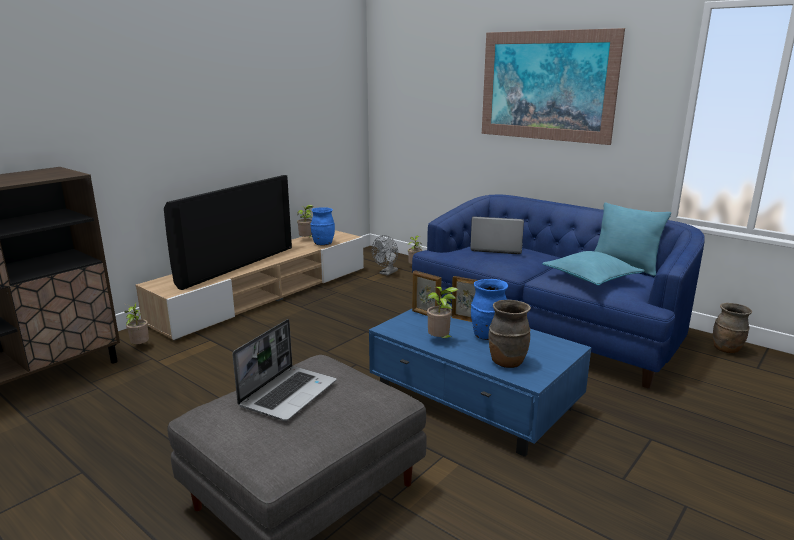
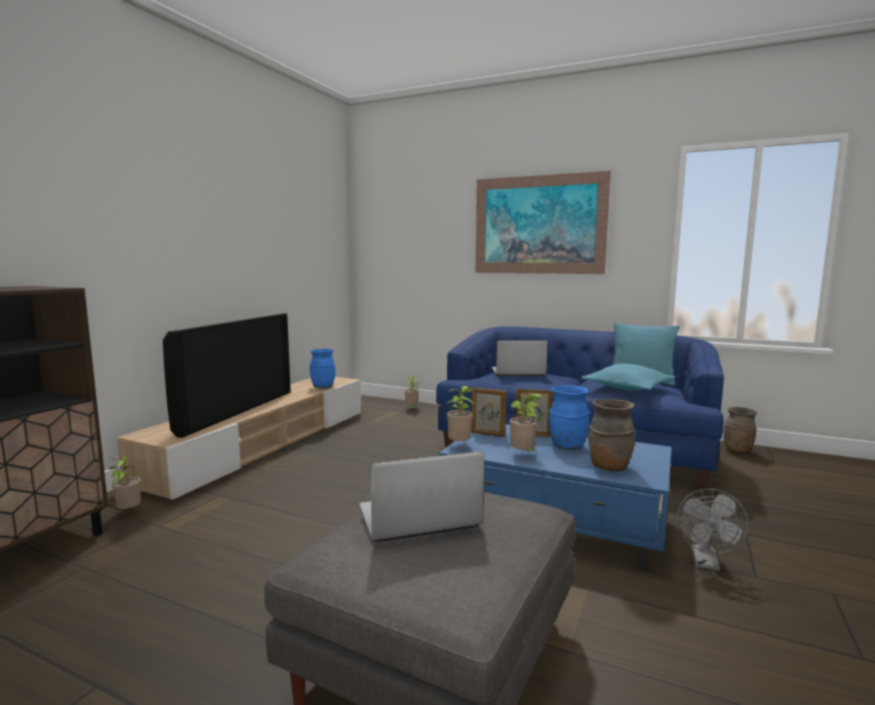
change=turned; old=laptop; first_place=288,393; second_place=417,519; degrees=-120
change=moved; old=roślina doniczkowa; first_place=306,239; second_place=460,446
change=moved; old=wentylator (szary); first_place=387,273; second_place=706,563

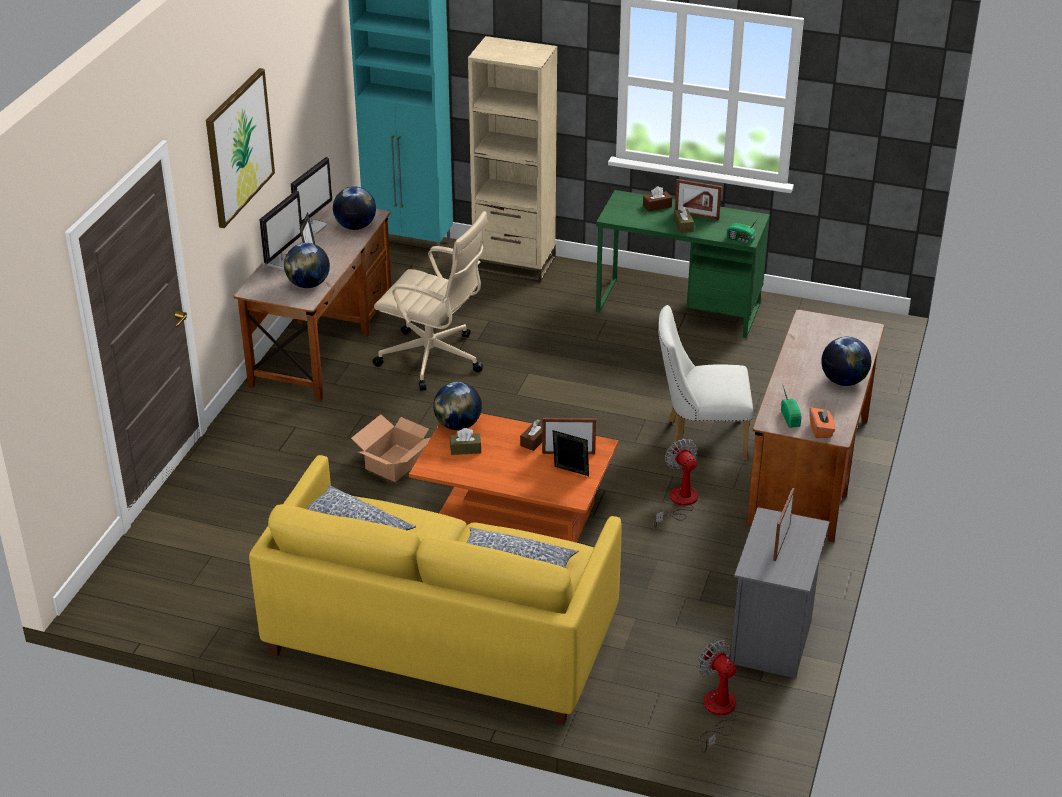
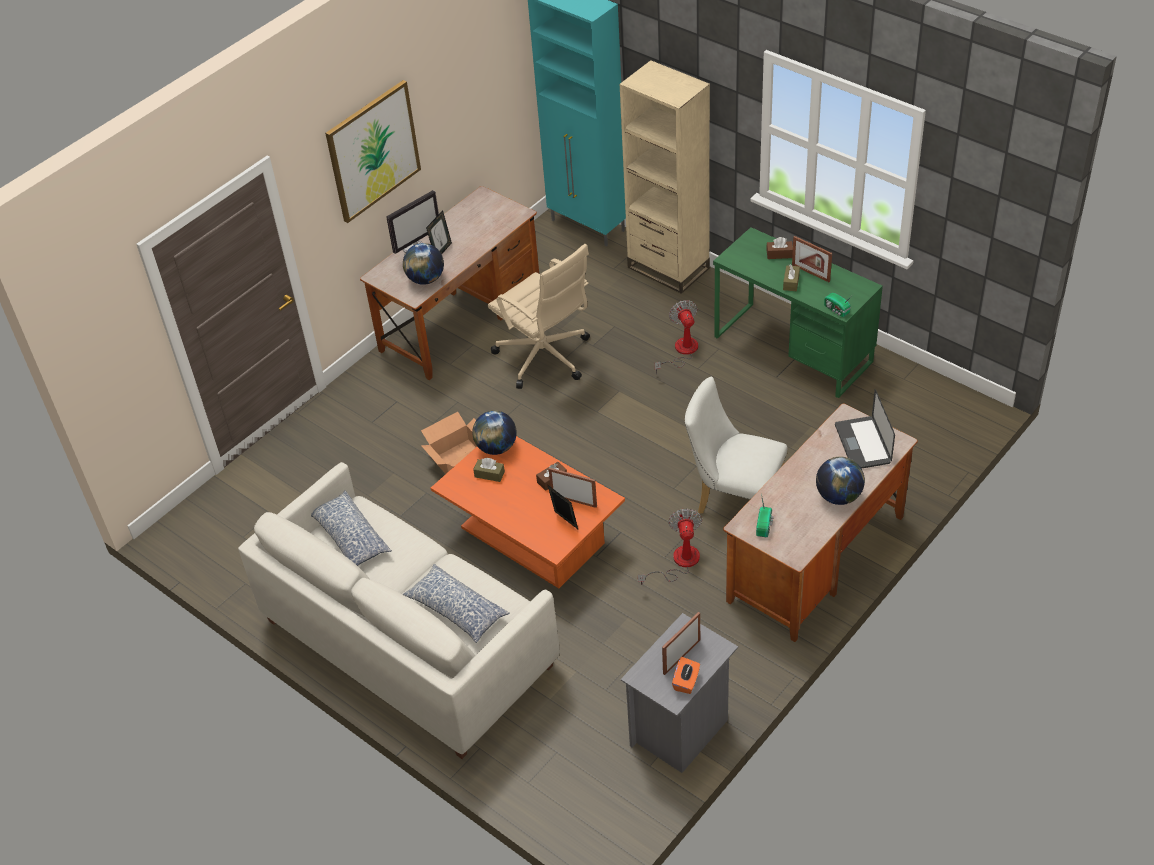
change=recoloured; old=kanapa (żółty); new=kanapa (biały); first_place=442,637; second_place=409,644
change=moved; old=wentylator; first_place=717,712; second_place=681,352
change=moved; old=pudełko chusteczek (pomarańczowy); first_place=821,430; second_place=686,682
change=added; new=laptop; second_place=862,444
change=removed; old=monitor; first_place=312,226
change=removed; old=globus; first_place=355,227

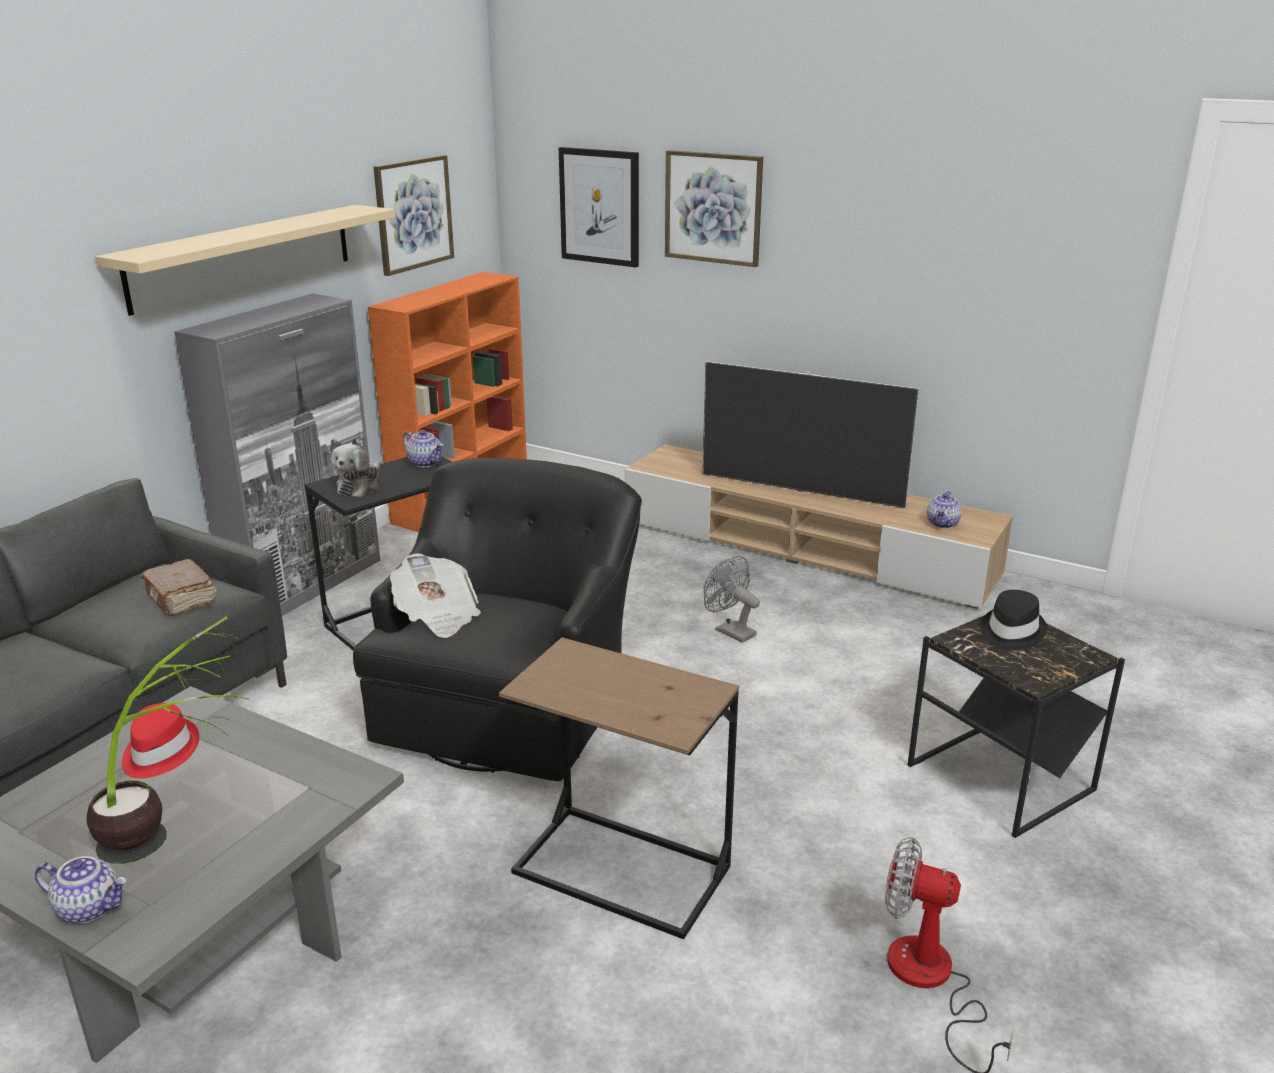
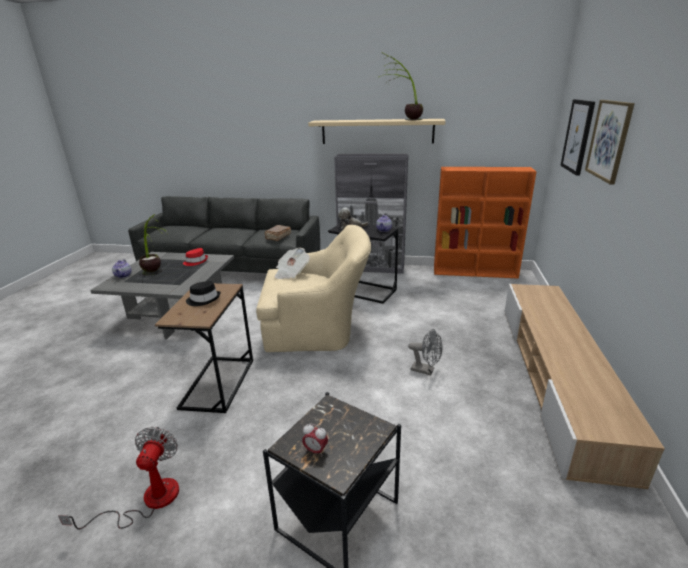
change=moved; old=kapelusz (czarny); first_place=1010,631; second_place=204,299
change=recoloured; old=fotel (czarny); new=fotel (beżowy); first_place=510,705; second_place=318,329
change=added; new=budzik; second_place=315,451
change=added; new=roślina doniczkowa; second_place=402,120
change=turned; old=wentylator (szary); first_place=730,631; second_place=426,370; degrees=90
change=removed; old=obraz; first_place=413,214
change=removed; old=telewizor; first_place=800,490
change=removed; old=imbryk; first_place=943,524

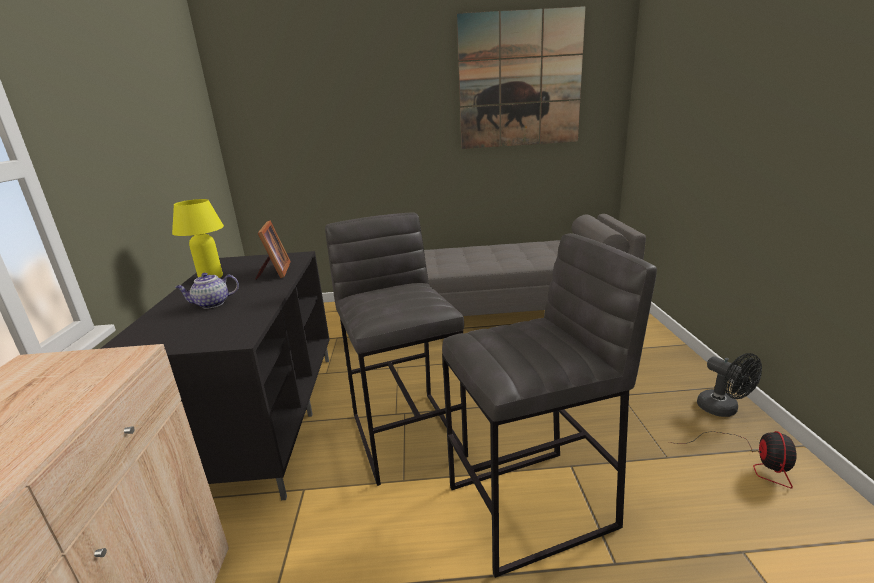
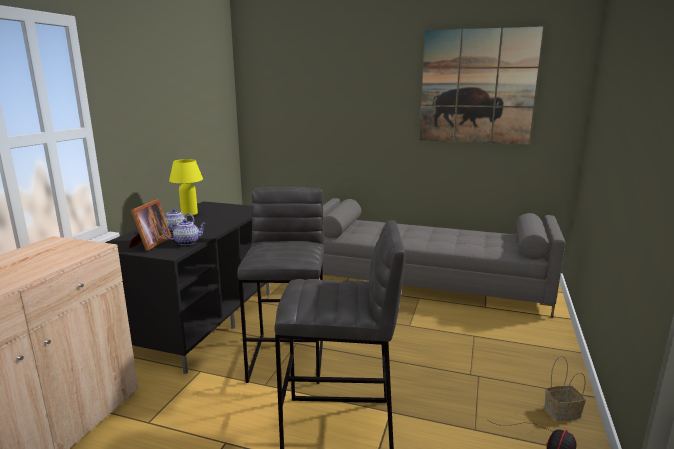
change=moved; old=ramka na zdjęcie; first_place=275,272; second_place=150,243
change=added; new=imbryk; second_place=187,242
change=replaced; old=wentylator (czarny); new=koszyk; first_place=723,410; second_place=562,411

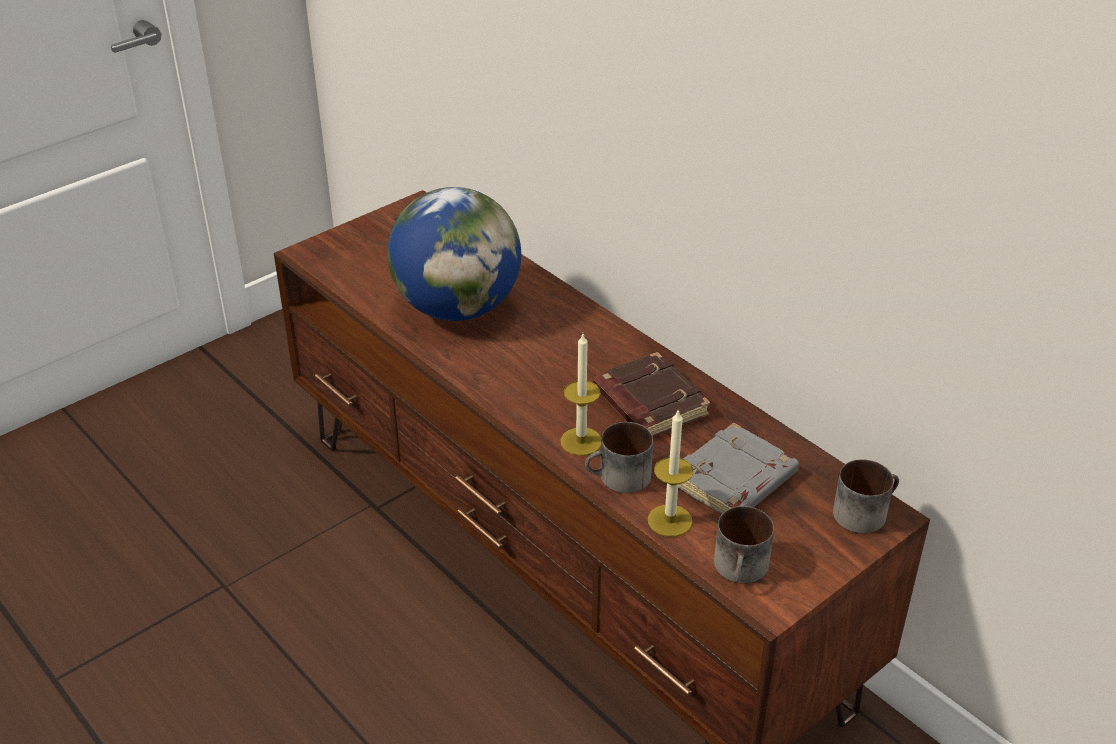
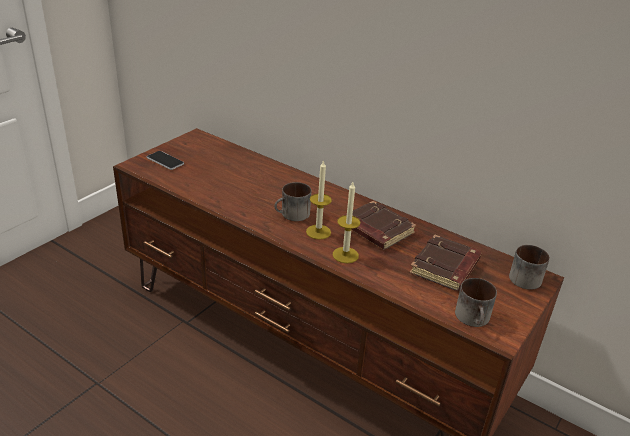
change=added; new=telefon; second_place=165,161
change=moved; old=kubek; first_place=619,479; second_place=292,215
change=moved; old=świeca; first_place=669,520; second_place=318,232
change=recoloured; old=książka (szary); new=książka (brązowy); first_place=734,481; second_place=445,268
change=removed; old=globus; first_place=457,308

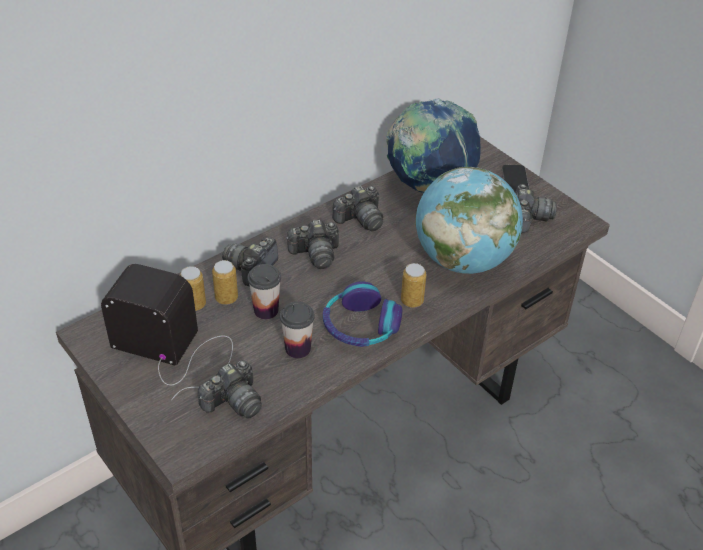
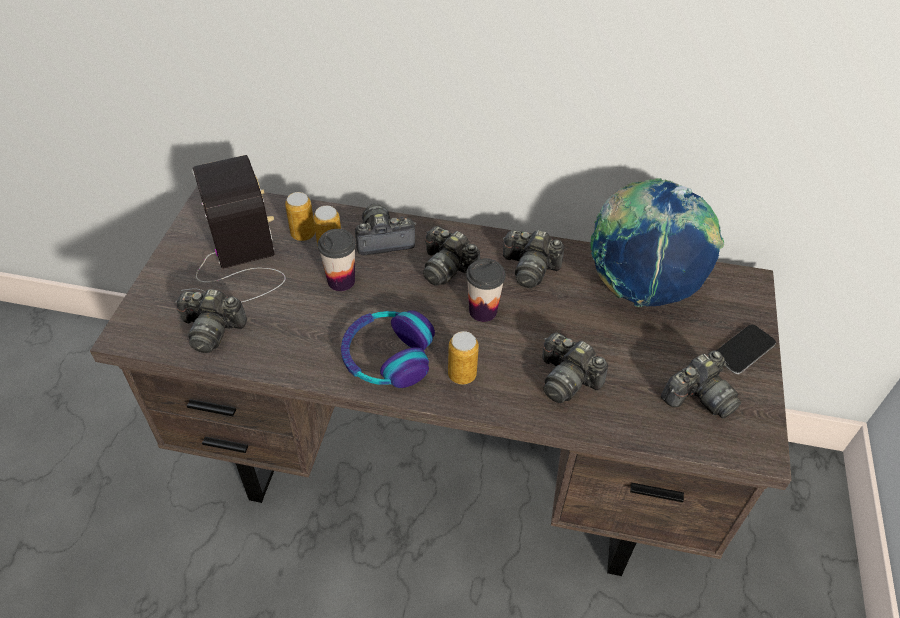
change=moved; old=filiżanka; first_place=298,349; second_place=483,311
change=replaced; old=globus; new=aparat fotograficzny; first_place=463,260; second_place=567,379

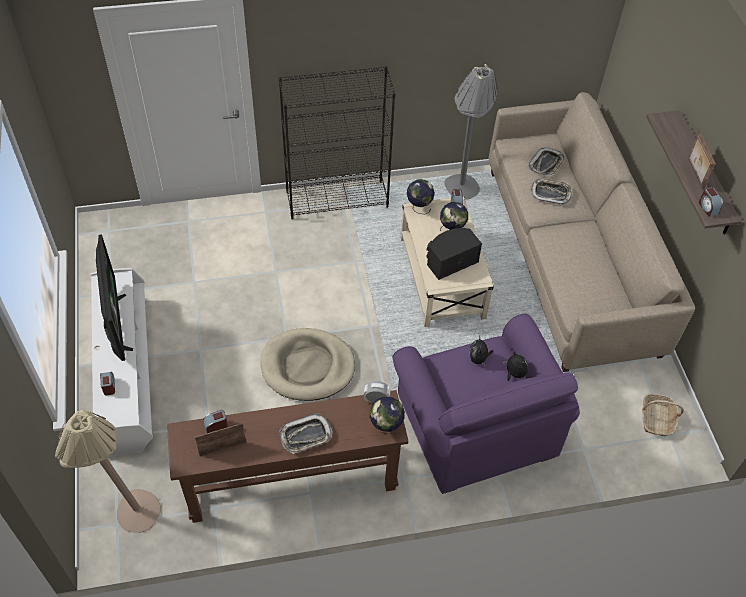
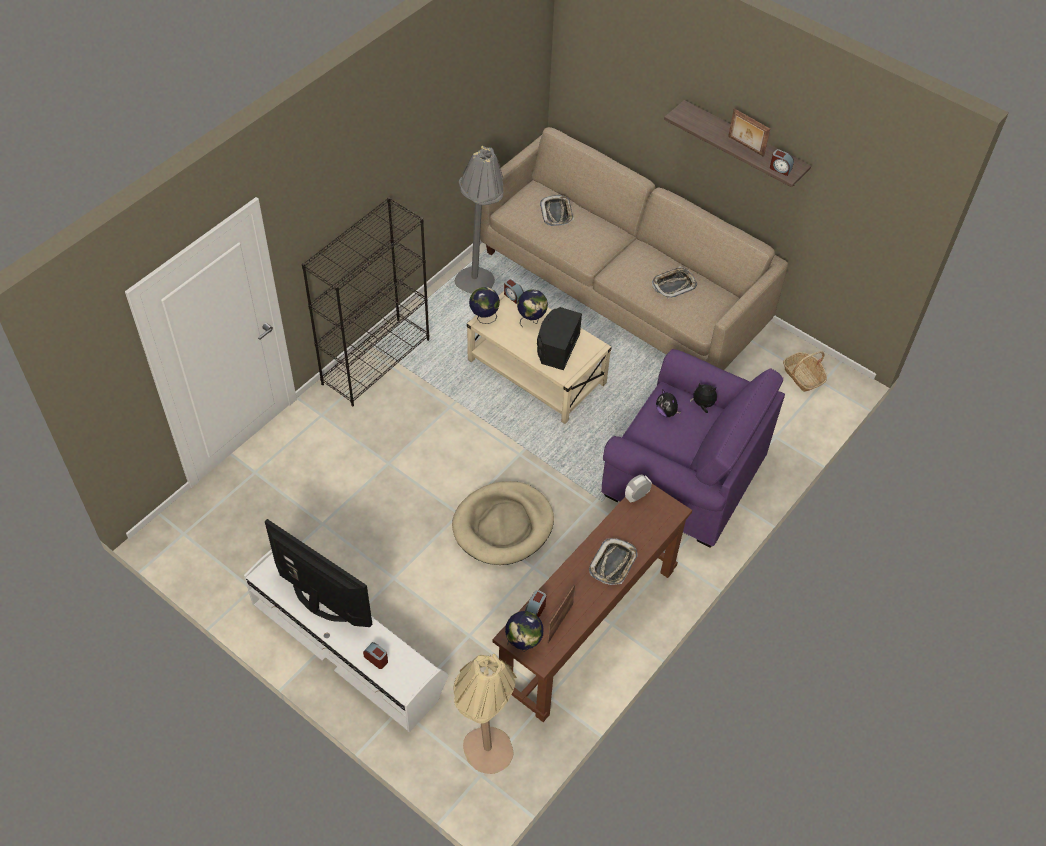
change=moved; old=globus; first_place=386,427; second_place=523,644
change=moved; old=taca; first_place=550,193; second_place=673,285

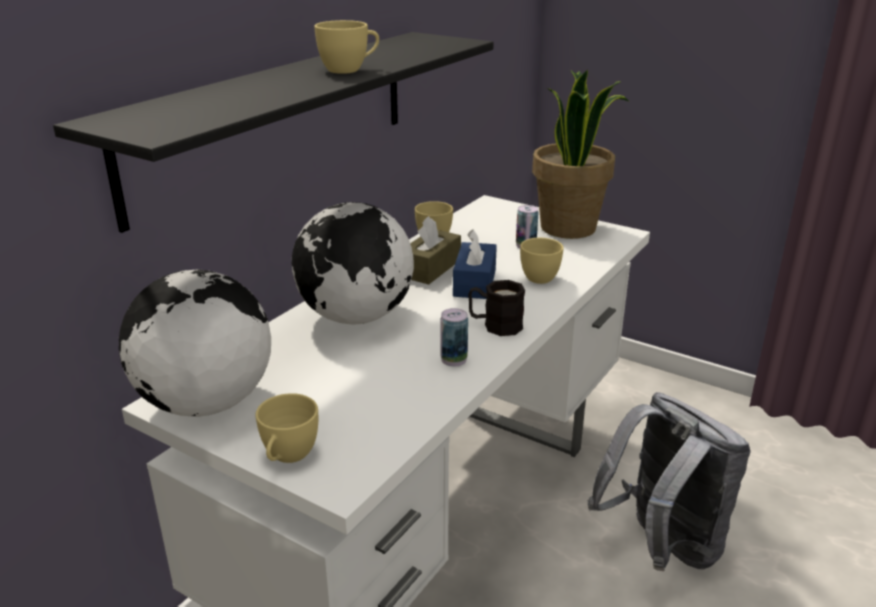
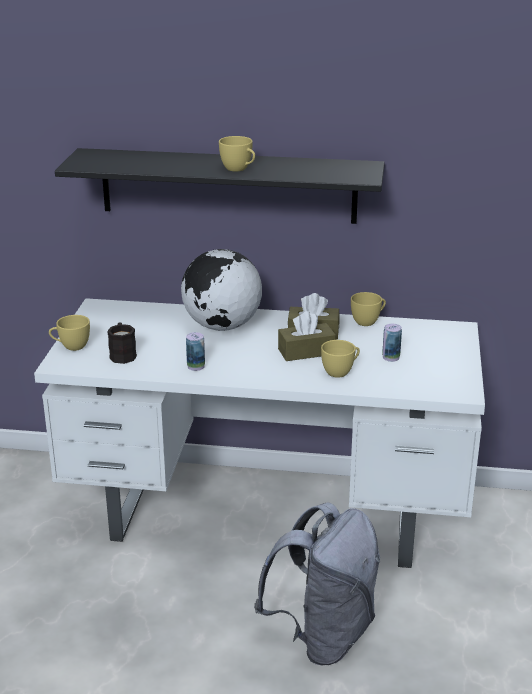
change=moved; old=kubek (czarny); first_place=495,325; second_place=122,354
change=recoloured; old=pudełko chusteczek (niebieski); new=pudełko chusteczek (brązowy); first_place=474,283; second_place=306,351
change=removed; old=globus; first_place=206,403
change=removed; old=roślina doniczkowa; first_place=569,228

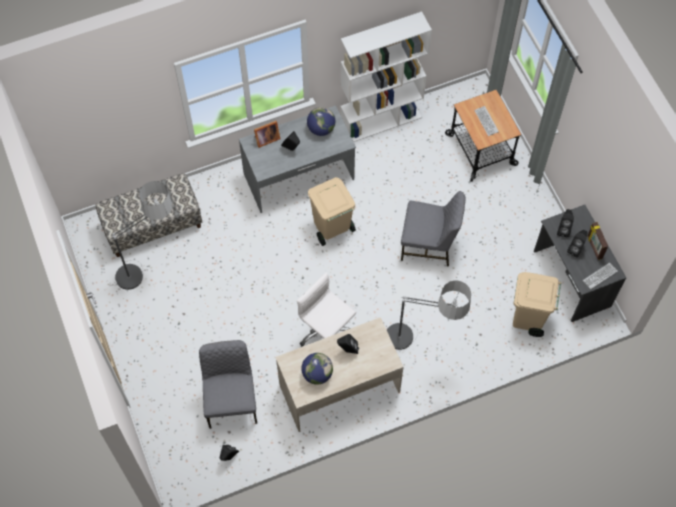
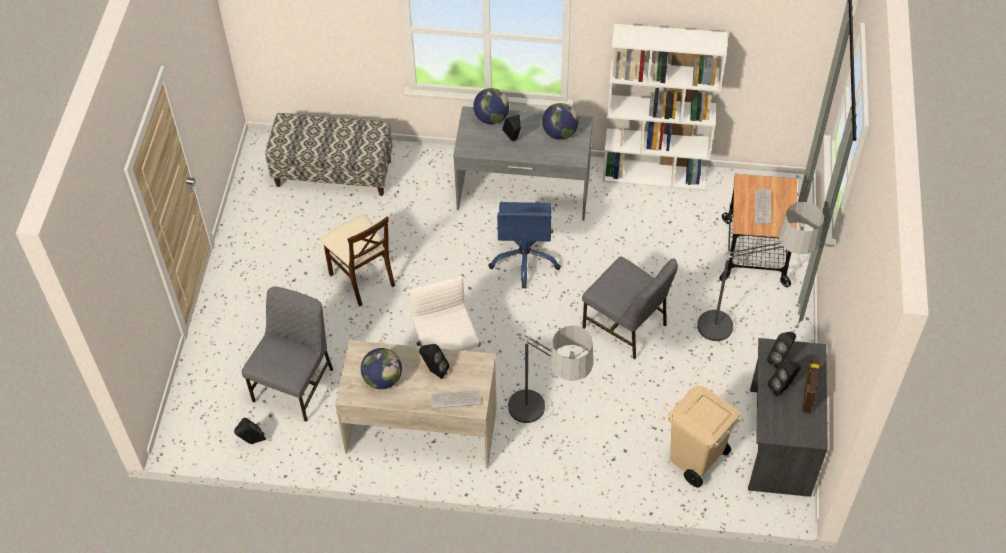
change=added; new=krzesło (beżowy); second_place=362,278
change=moved; old=klawiatura; first_place=600,276; second_place=455,399
change=replaced; old=ramka na zdjęcie; new=globus; first_place=266,139; second_place=491,118
change=replaced; old=kosz na śmieci (beżowy); new=krzesło biurowe (niebieski); first_place=331,228; second_place=525,259
change=moved; old=lampa stojąca; first_place=150,268; second_place=744,328

